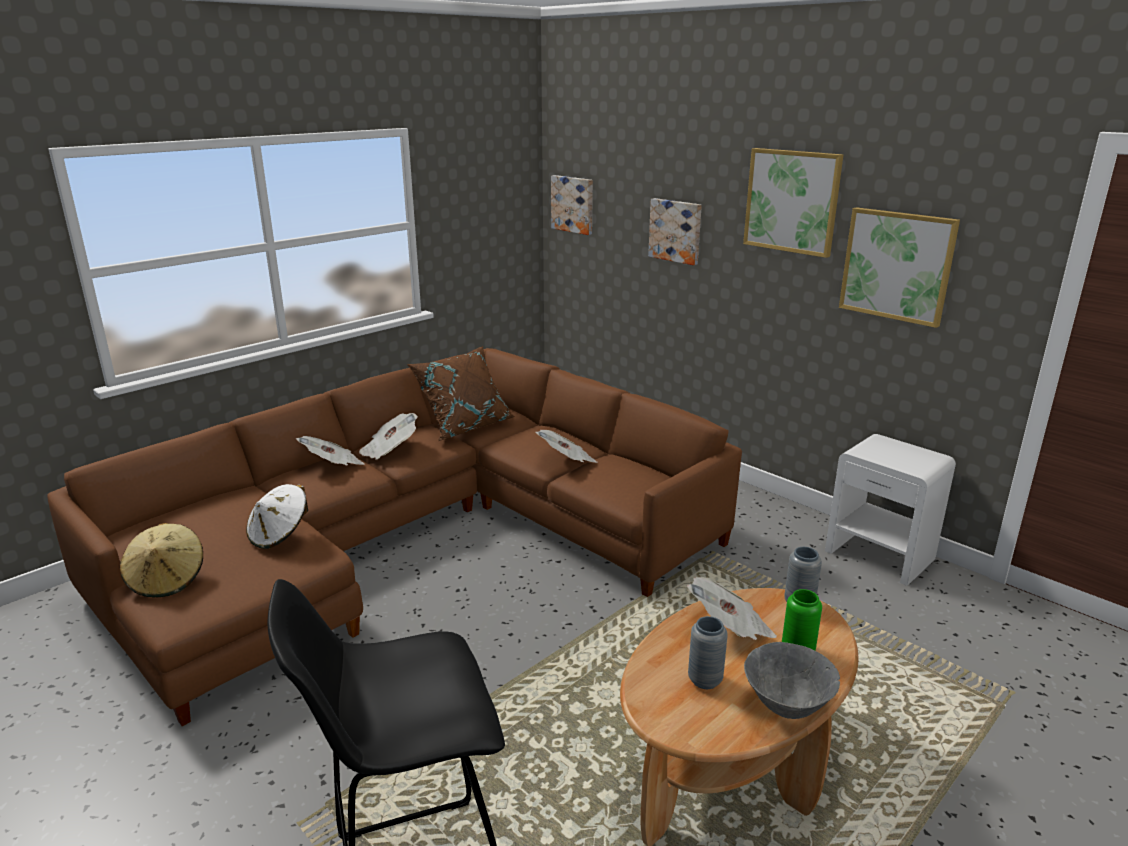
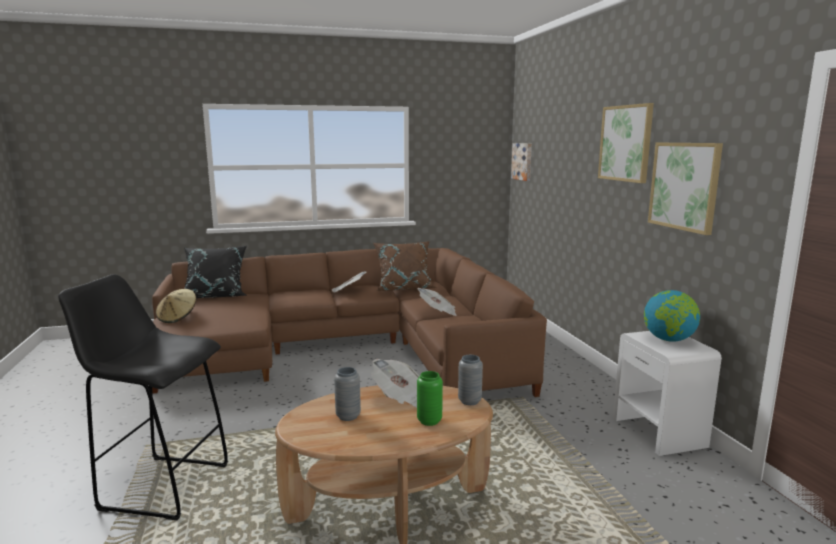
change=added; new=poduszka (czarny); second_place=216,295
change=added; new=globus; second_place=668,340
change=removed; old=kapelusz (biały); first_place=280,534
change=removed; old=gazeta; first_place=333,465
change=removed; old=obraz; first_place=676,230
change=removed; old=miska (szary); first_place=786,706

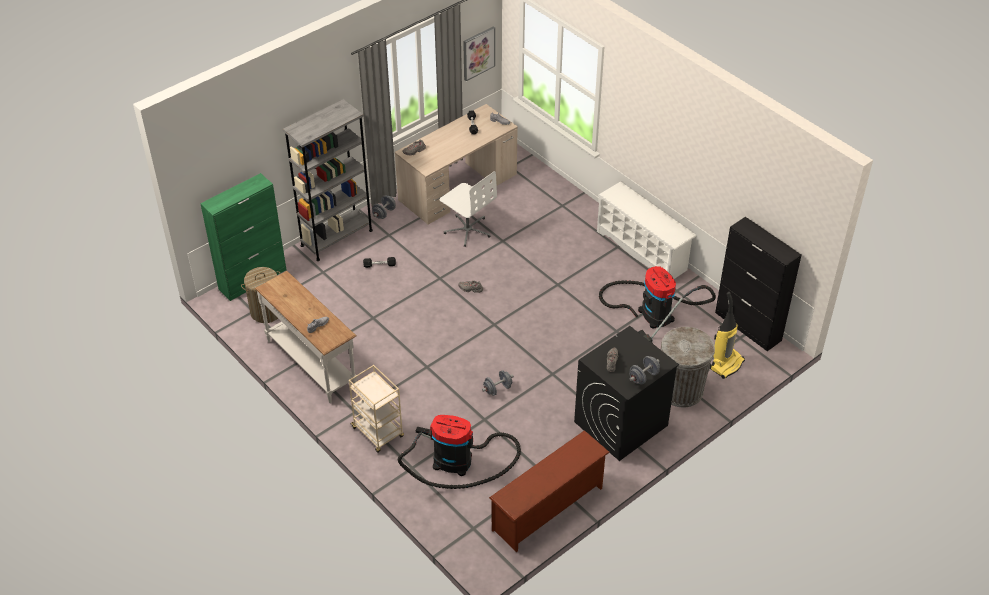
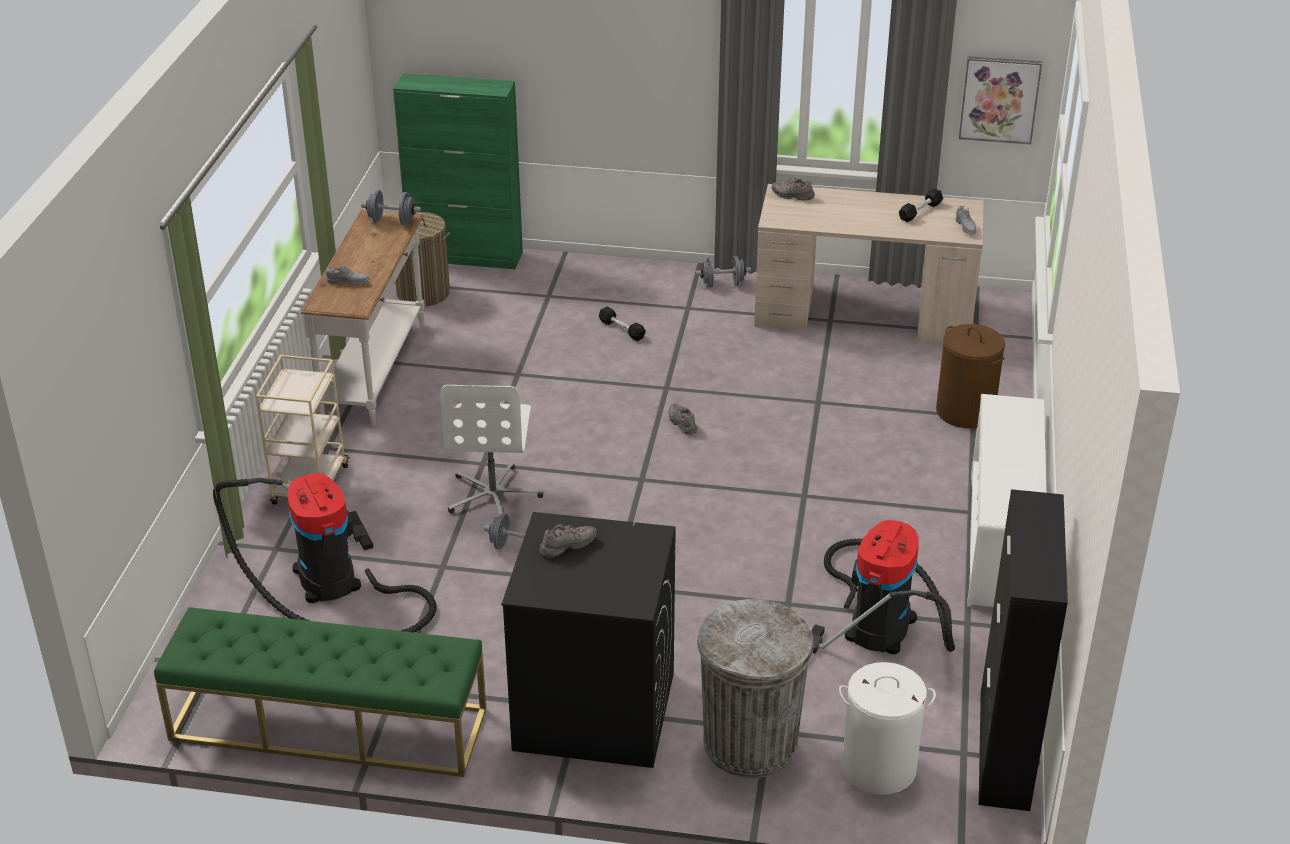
change=replaced; old=regał na buty (brązowy); new=ławka (zielony); first_place=548,509; second_place=328,724
change=moved; old=hantel (szary); first_place=643,377; second_place=392,221
change=moved; old=krzesło biurowe (biały); first_place=468,230; second_place=494,495
change=replaced; old=odkurzacz; new=kosz na pranie (biały); first_place=726,364; second_place=879,768
change=added; new=kosz na pranie (brązowy); second_place=965,412
change=removed; old=regał (szary); first_place=336,238

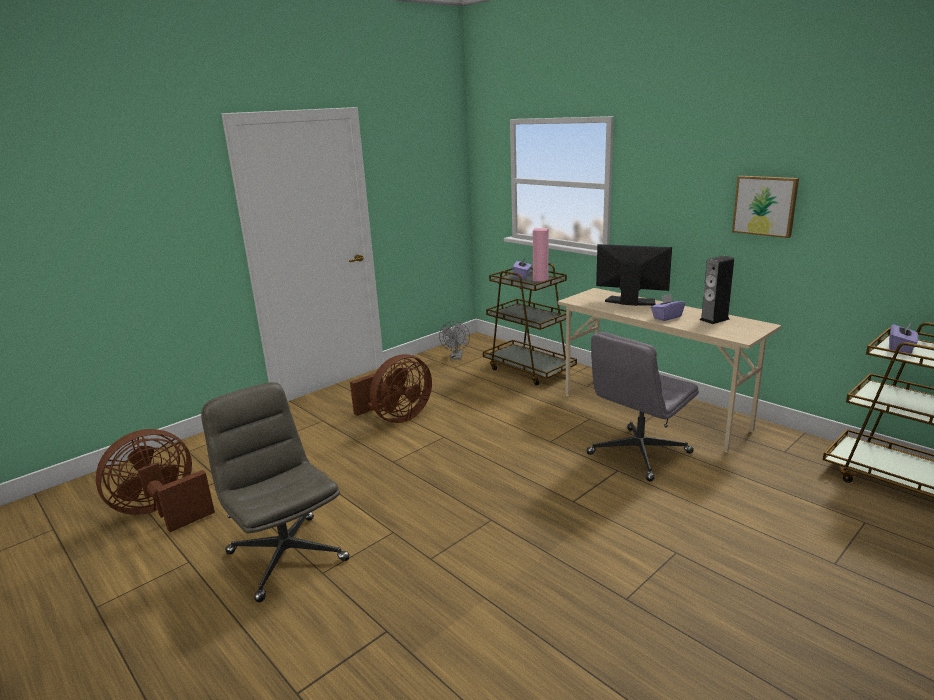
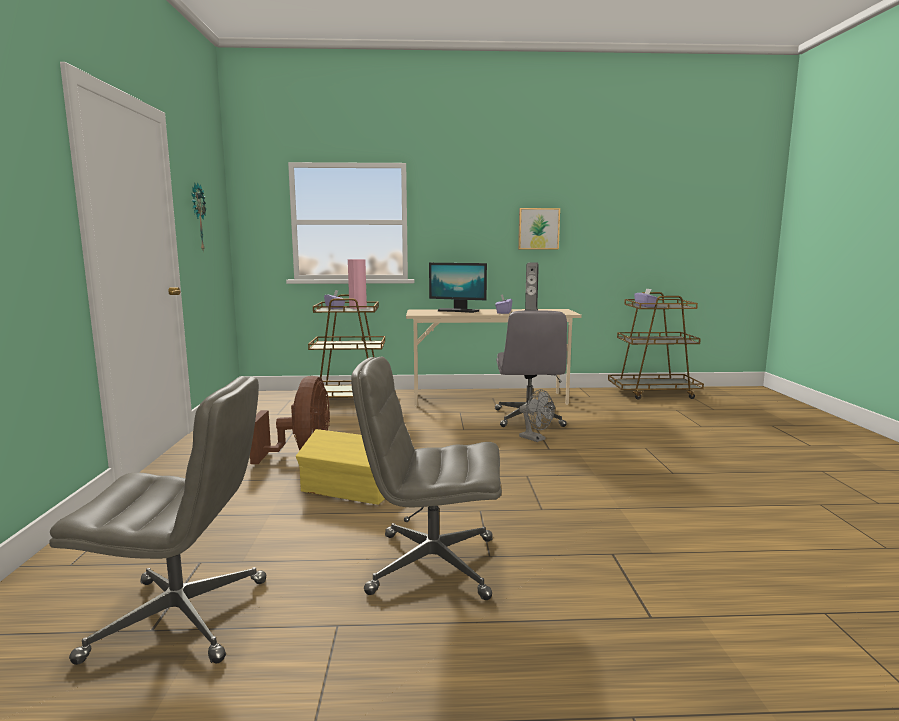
change=replaced; old=wentylator (brązowy); new=krzesło biurowe (szary); first_place=162,512; second_place=182,618
change=added; new=zegar ścienny; second_place=197,217
change=added; new=pojemnik do przechowywania (żółty); second_place=349,490
change=turned; old=monitor; first_place=630,302; second_place=457,311; degrees=-135
change=moved; old=wentylator (szary); first_place=456,357; second_place=535,439

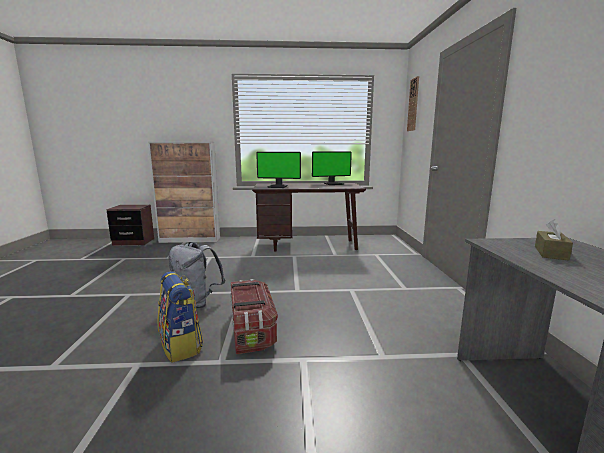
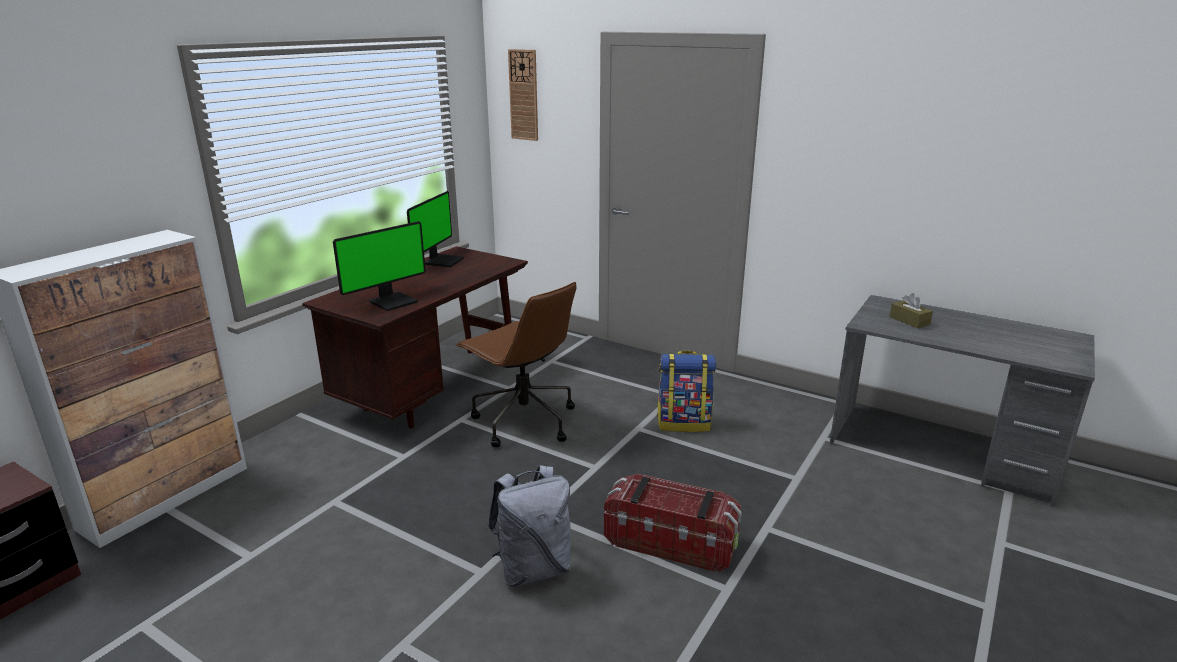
change=added; new=krzesło biurowe (brązowy); second_place=523,421
change=moved; old=plecak; first_place=181,346; second_place=684,423

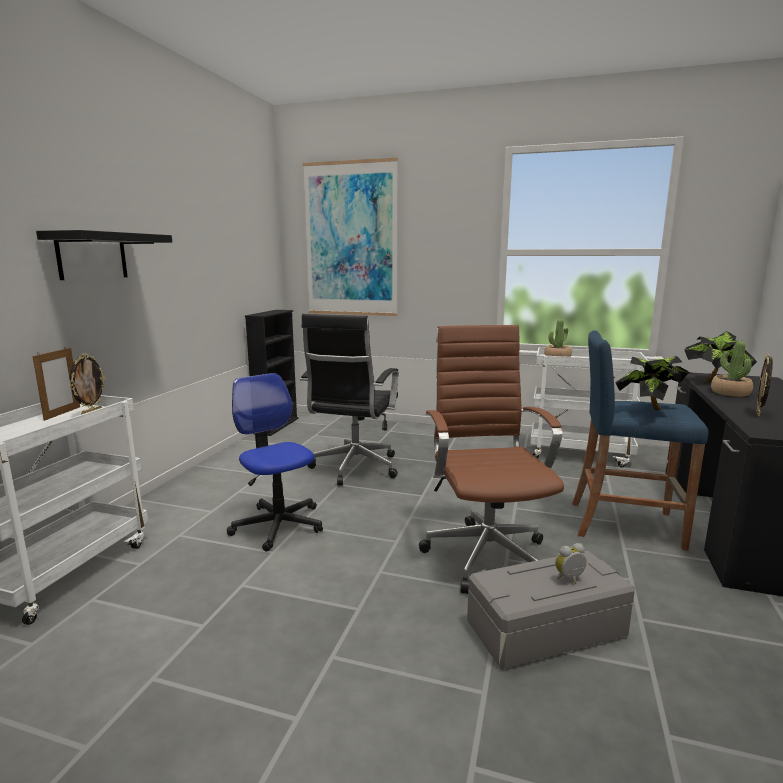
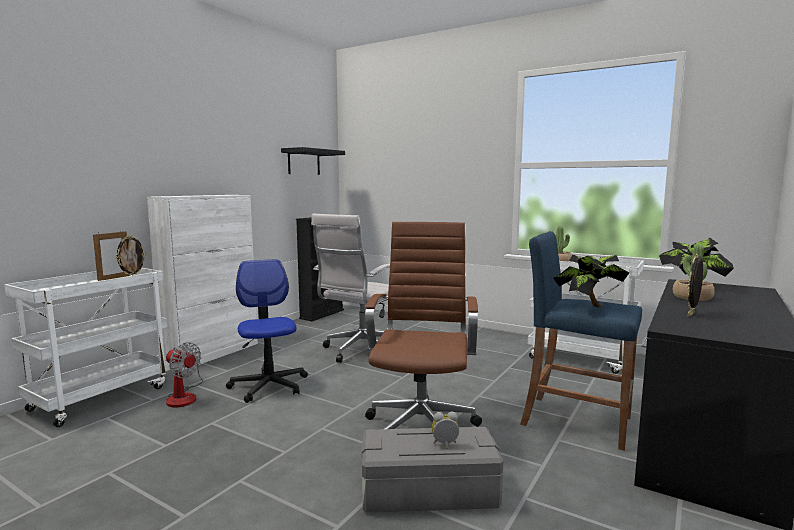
change=added; new=szafka (biały); second_place=213,353
change=added; new=wentylator; second_place=184,396
change=moved; old=półka (czarny); first_place=92,256; second_place=304,162
change=recoloured; old=krzesło biurowe (czarny); new=krzesło biurowe (biały); first_place=354,469; second_place=360,351
change=removed; old=obraz; first_place=351,240

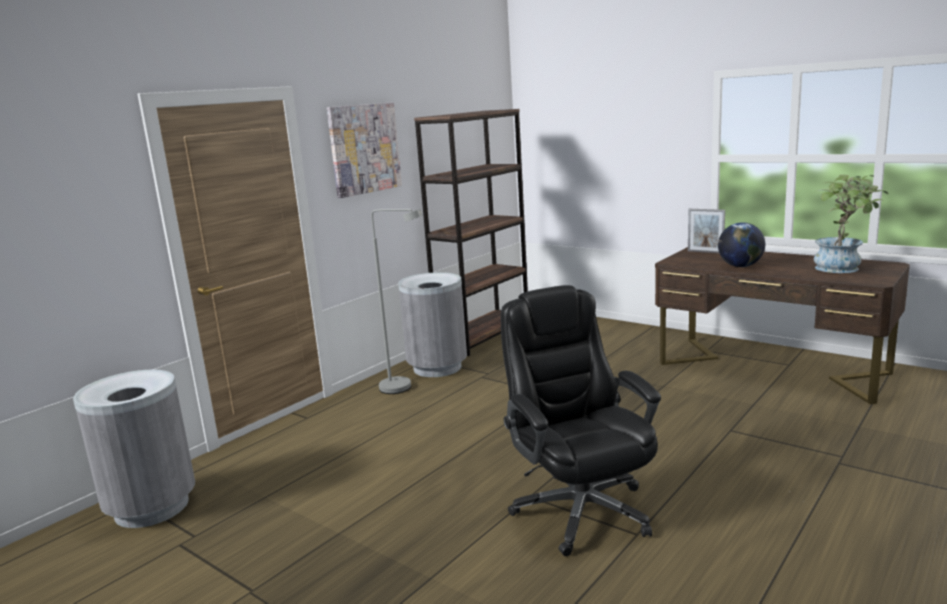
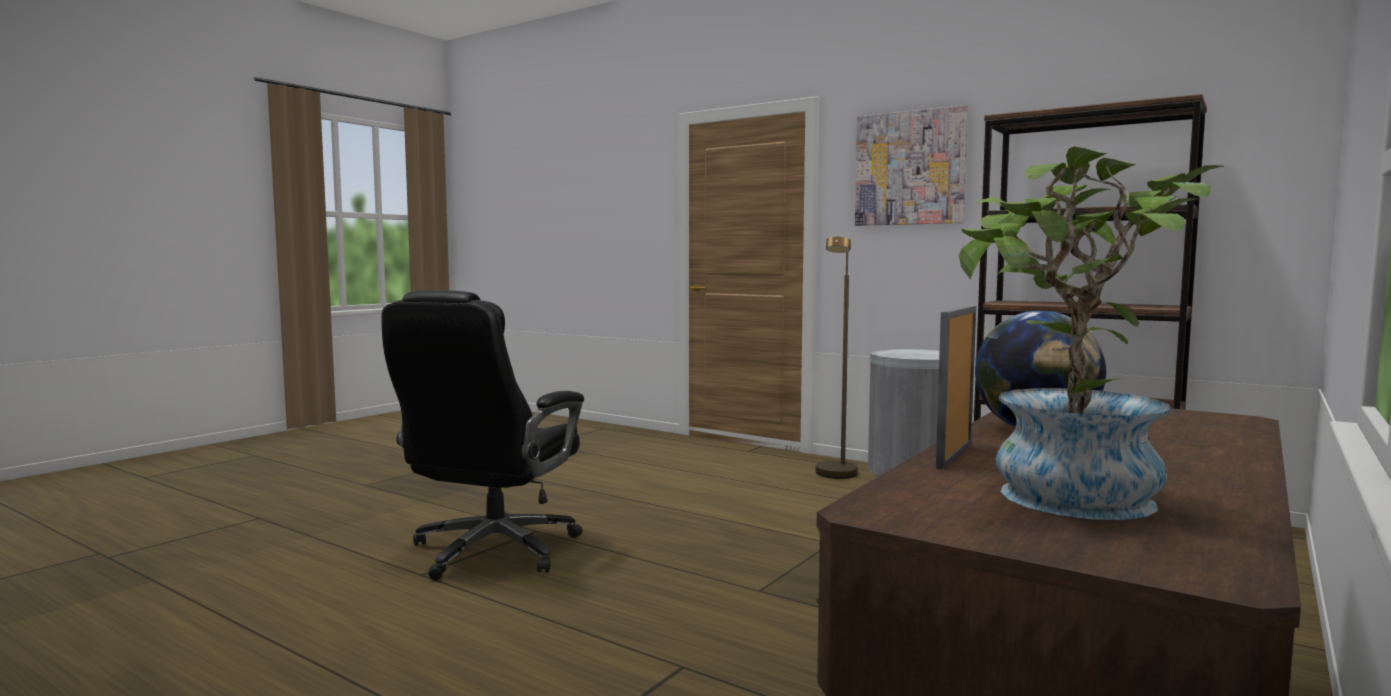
change=turned; old=krzesło biurowe (czarny); first_place=580,509; second_place=492,551; degrees=135
change=recoloured; old=lampa stojąca (szary); new=lampa stojąca (brązowy); first_place=404,388; second_place=836,476
change=moved; old=ramka na zdjęcie; first_place=705,252; second_place=954,455
change=removed; old=kosz na śmieci (szary); first_place=151,507

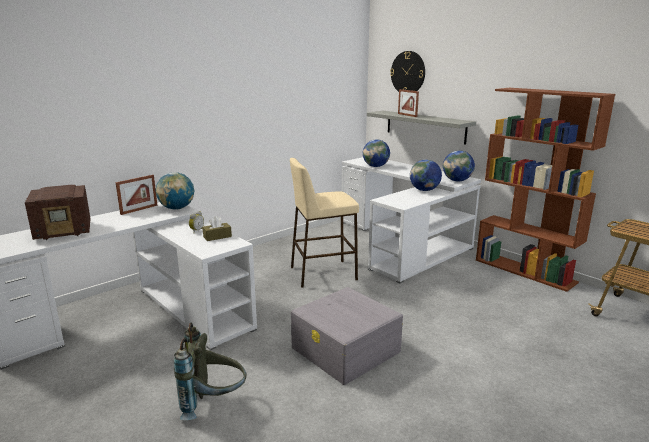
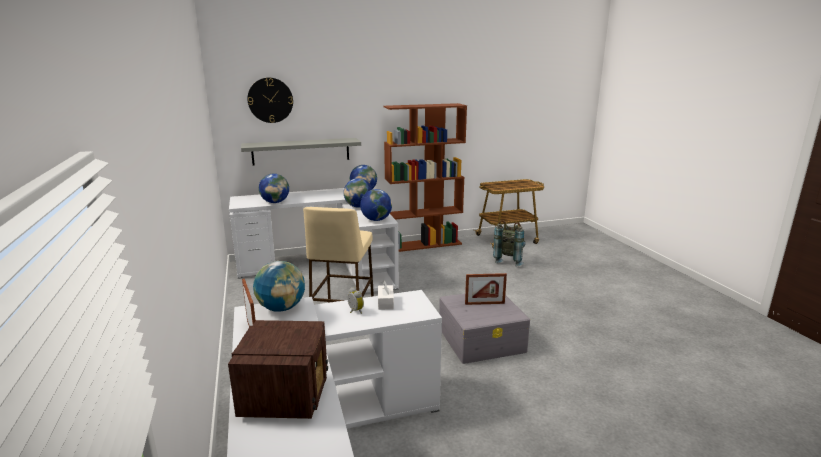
change=added; new=globus; second_place=376,220
change=recoloured; old=pudełko chusteczek (brązowy); new=pudełko chusteczek (biały); first_place=217,237; second_place=385,302
change=moved; old=ramka na zdjęcie; first_place=407,115; second_place=484,303
change=moved; old=plecak (szary); first_place=214,403; second_place=509,260

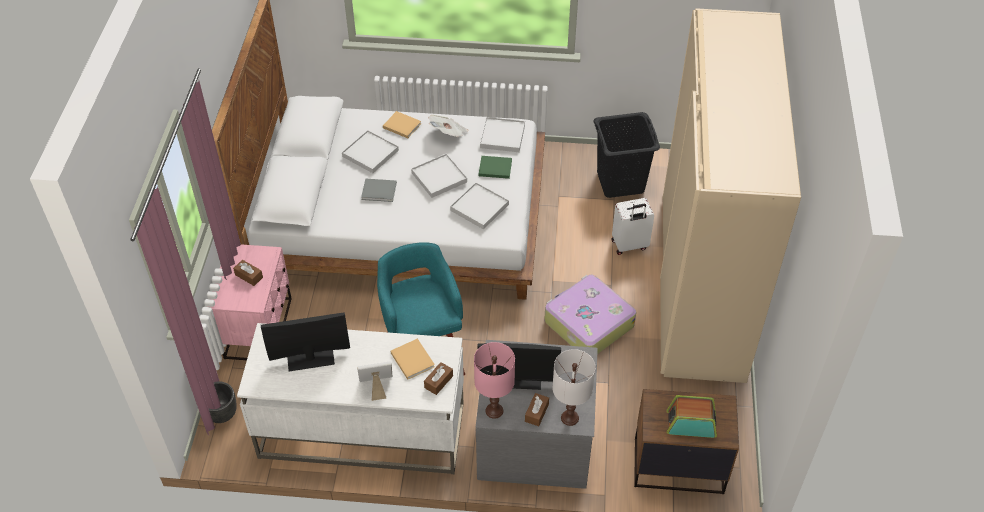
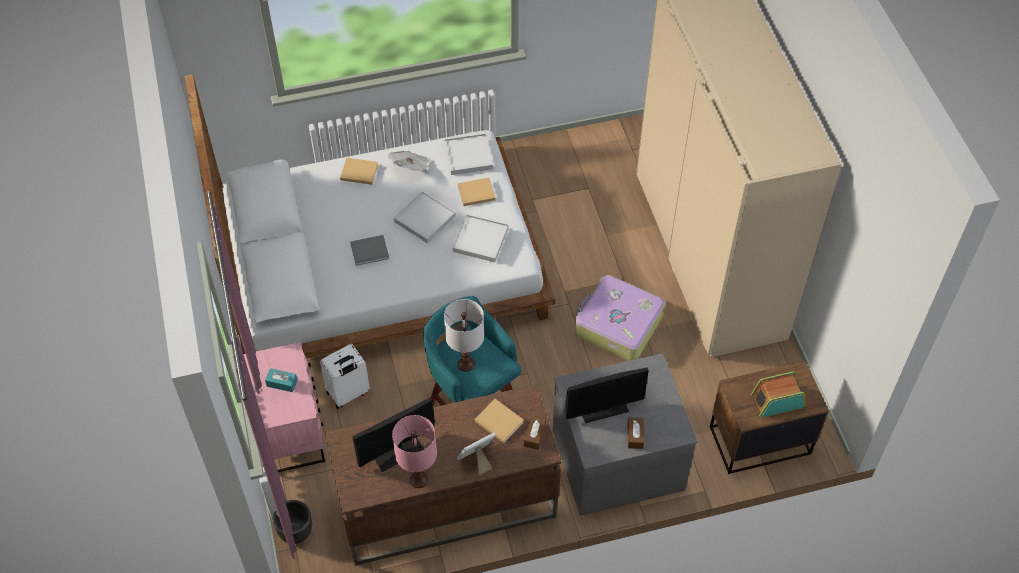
change=recoloured; old=pudełko chusteczek (brązowy); new=pudełko chusteczek (turkusowy); first_place=249,276; second_place=282,383
change=moved; old=walizka (biały); first_place=629,245; second_place=348,394
change=recoloured; old=biurko (biały); new=biurko (brązowy); first_place=361,430; second_place=445,503
change=moved; old=lampa stołowa (różowy); first_place=494,410; second_place=418,479
change=moved; old=lampa stołowa (biały); first_place=570,417; second_place=466,364
change=recoloured; old=książka (zielony); new=książka (beżowy); first_place=494,168; second_place=475,193
change=removed; old=taca (biały); first_place=370,153
change=removed; old=kosz na pranie (czarny); first_place=621,182

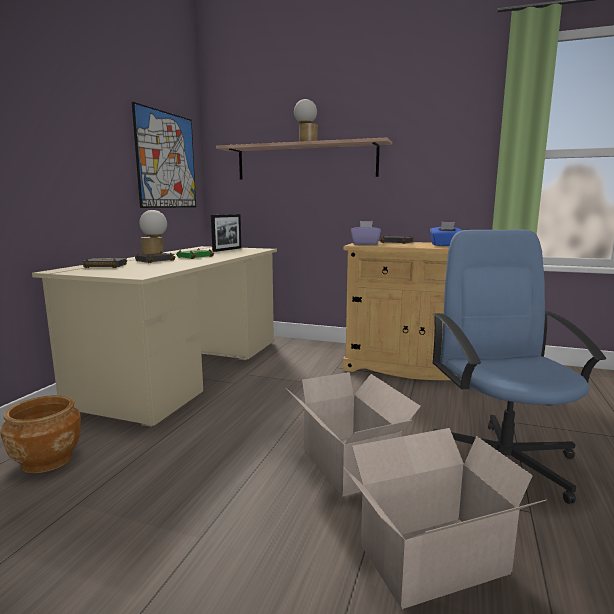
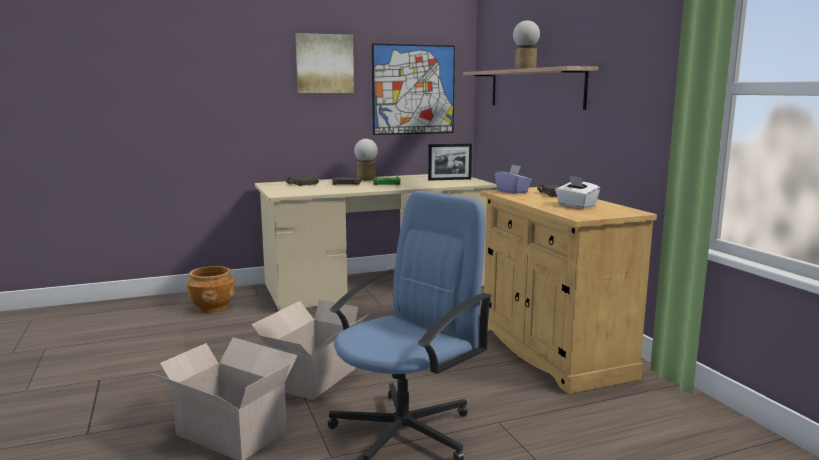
change=added; new=obraz; second_place=324,63
change=recoloured; old=pudełko chusteczek (niebieski); new=pudełko chusteczek (biały); first_place=446,245; second_place=576,205

